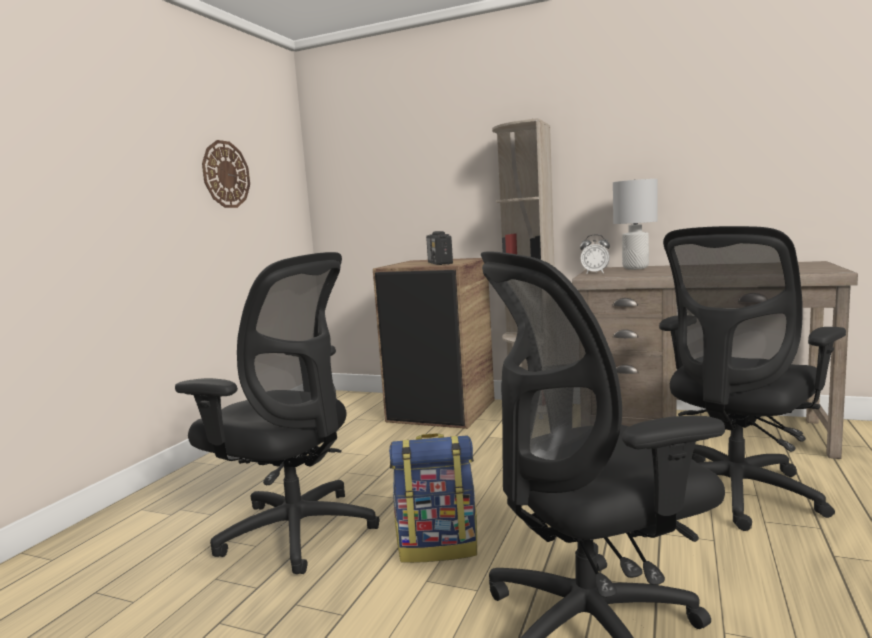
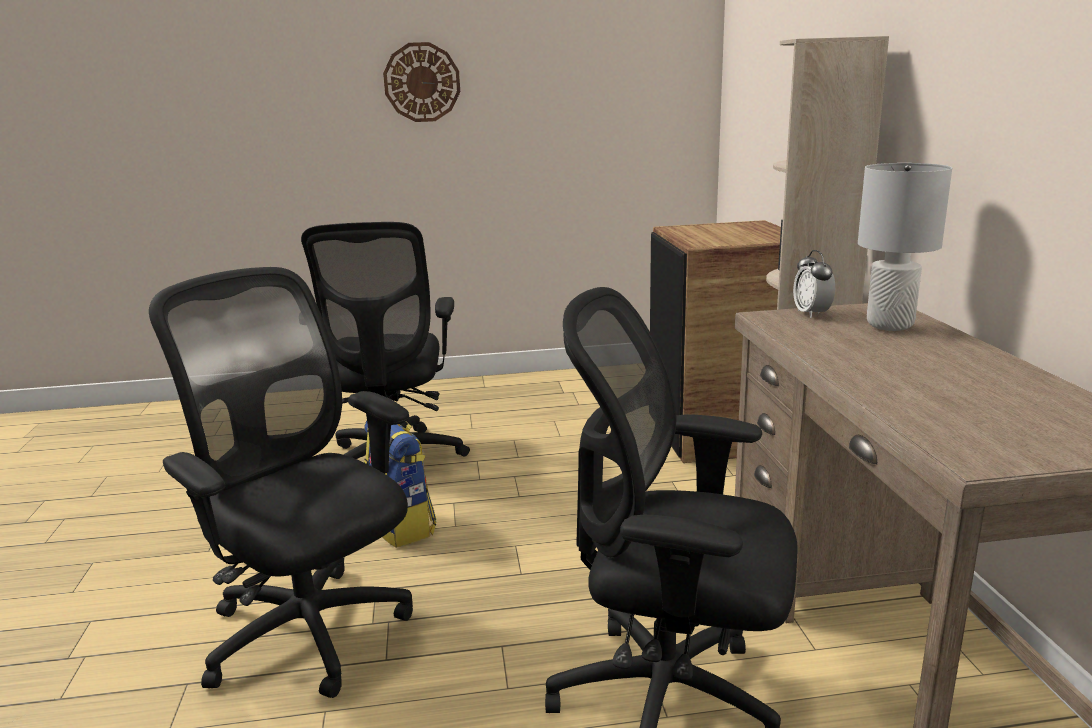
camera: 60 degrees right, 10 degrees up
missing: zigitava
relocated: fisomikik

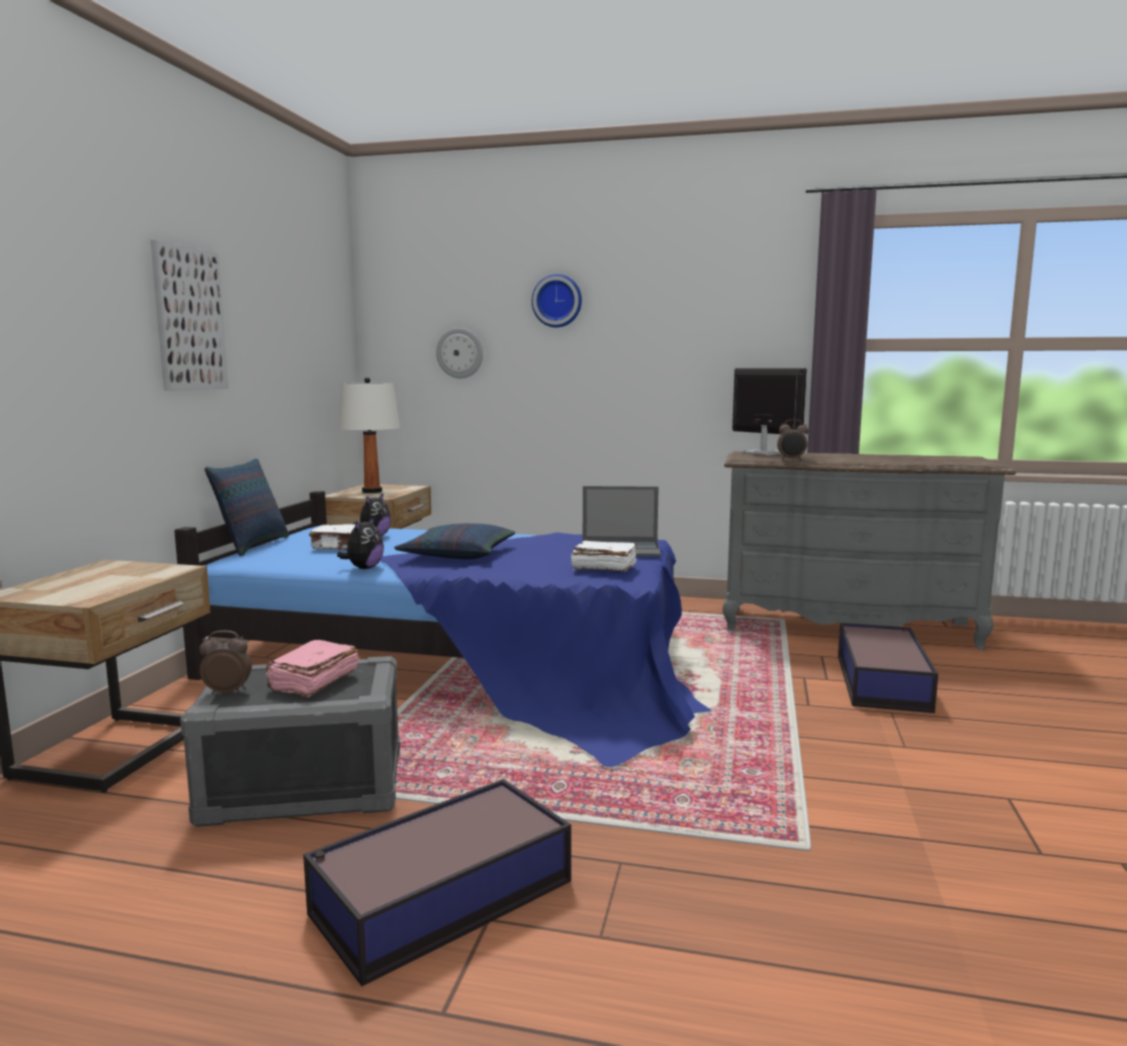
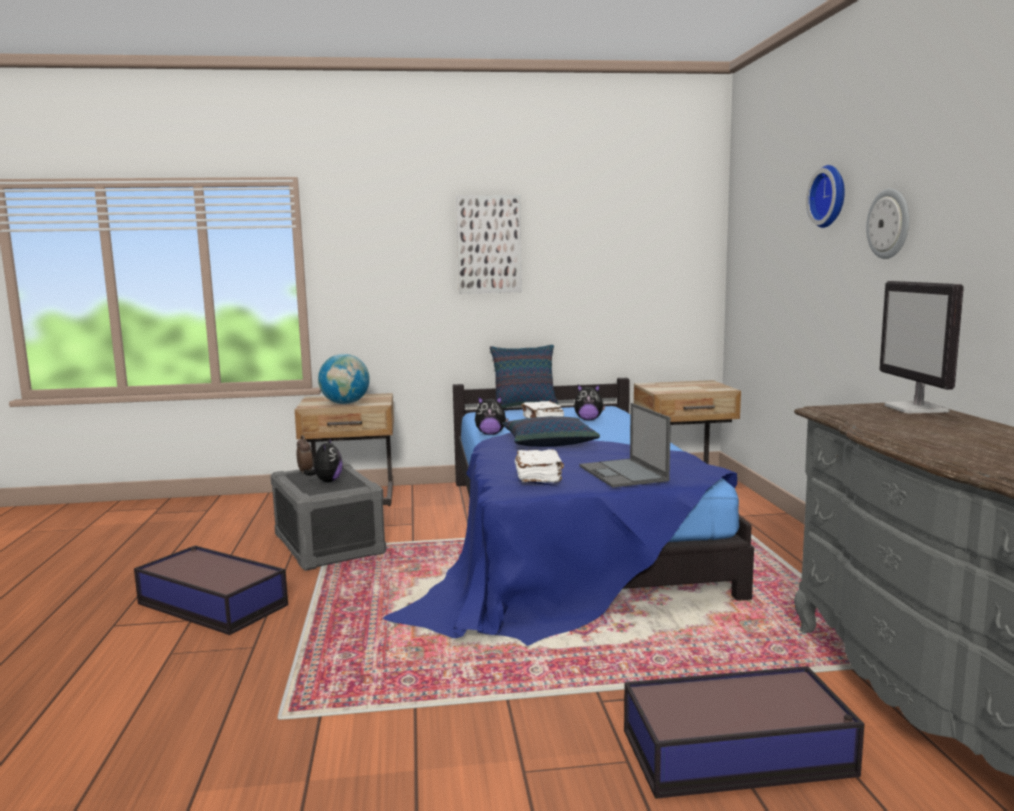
camera: 70 degrees right, 0 degrees up
missing: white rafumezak; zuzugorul (no. 2 from left)
appeared: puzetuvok
relocated: fisomikik (no. 1 from left in the first image) to fisomikik (no. 2 from left)
exchanged: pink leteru to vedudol (no. 1 from left)
spun: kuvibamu 150 degrees clockwise

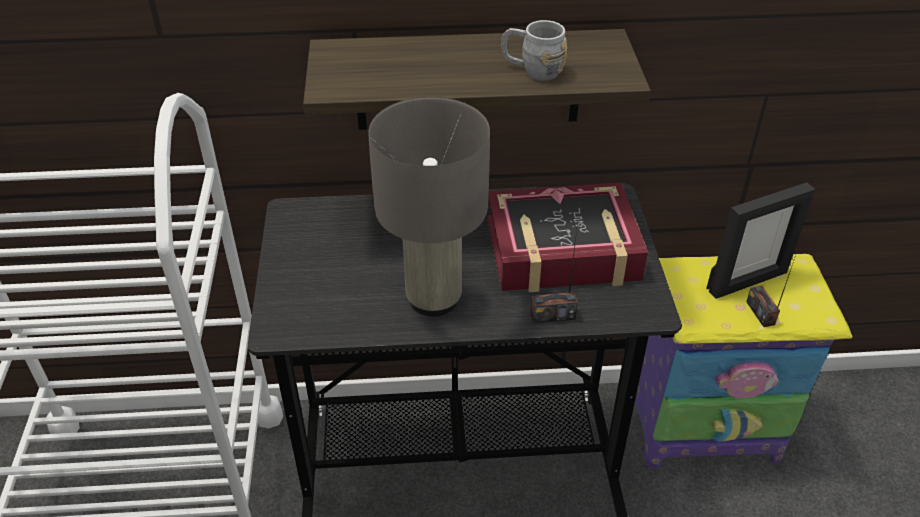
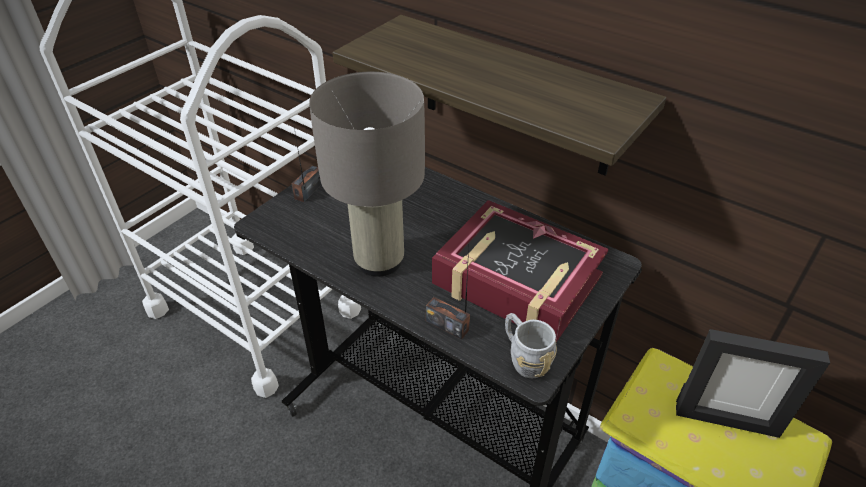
camera: 40 degrees right, 0 degrees up
relocated: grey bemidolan; zigitava (no. 2 from left in the first image) to zigitava (no. 1 from left)

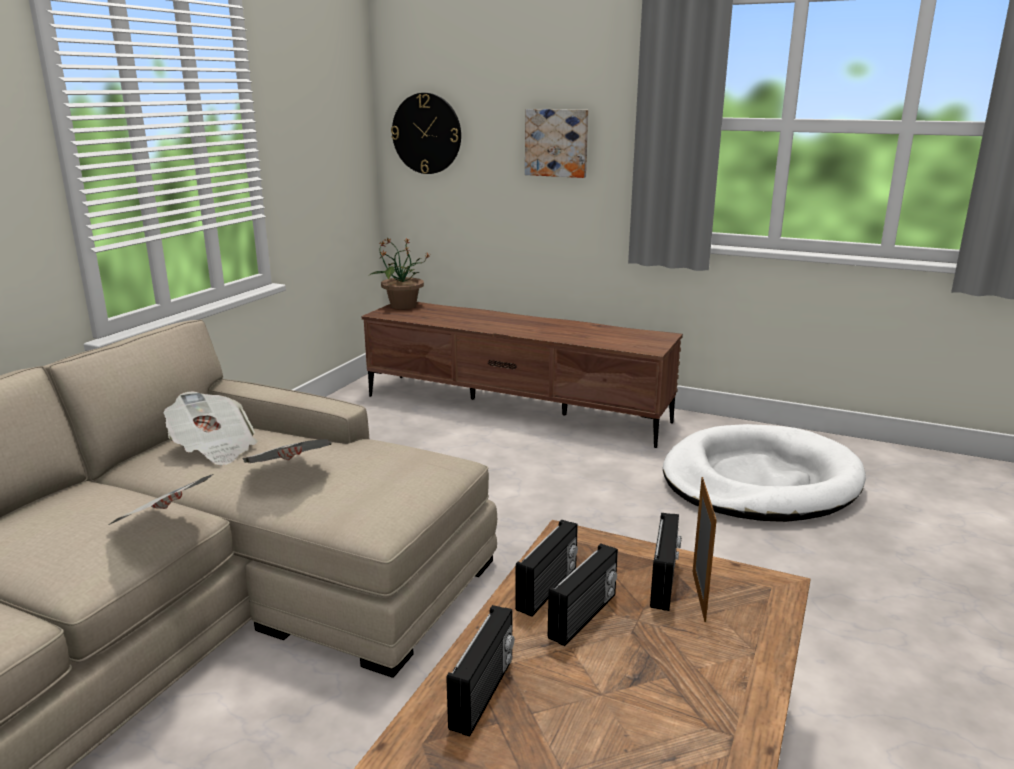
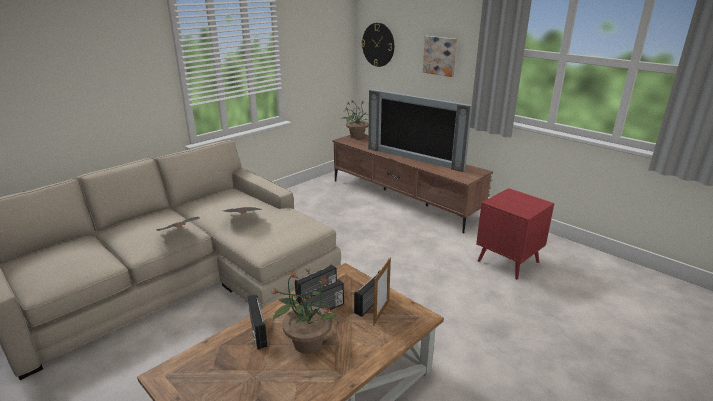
camera: 20 degrees right, 5 degrees up
missing: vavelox (no. 2 from left)
appeared: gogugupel; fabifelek (no. 1 from left)
exchanged: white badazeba to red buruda
spun: zigitava (no. 1 from left) 120 degrees clockwise

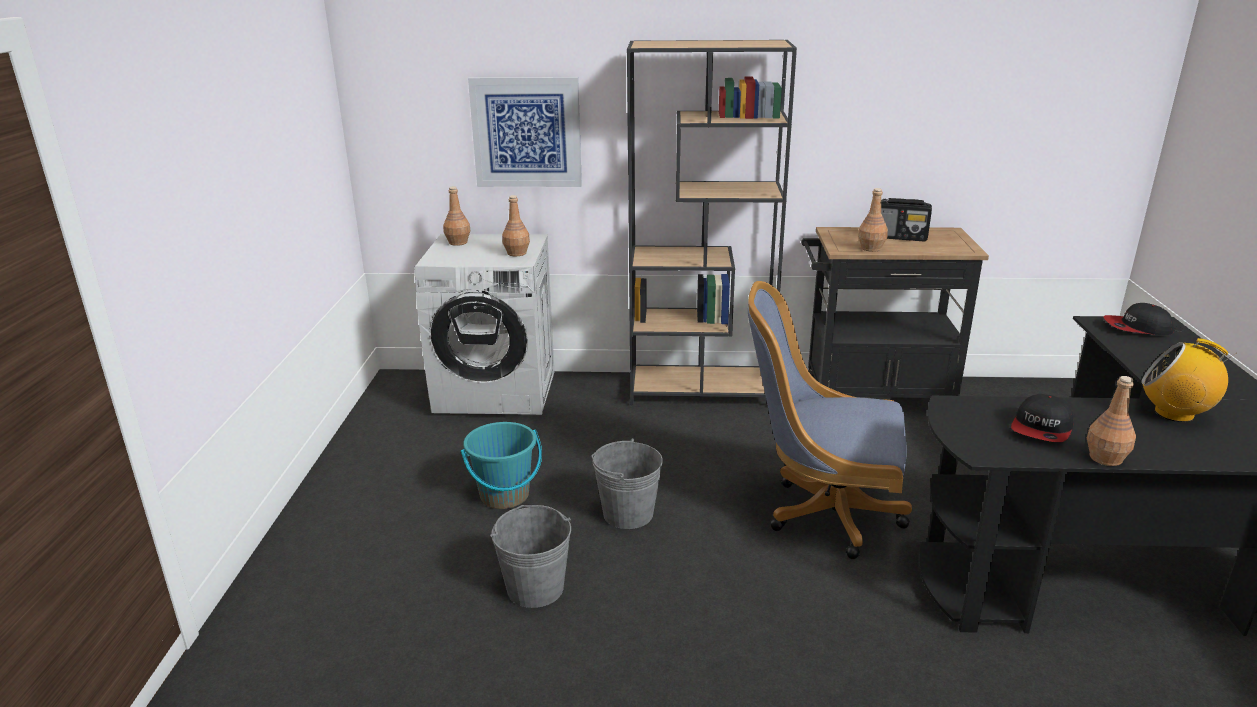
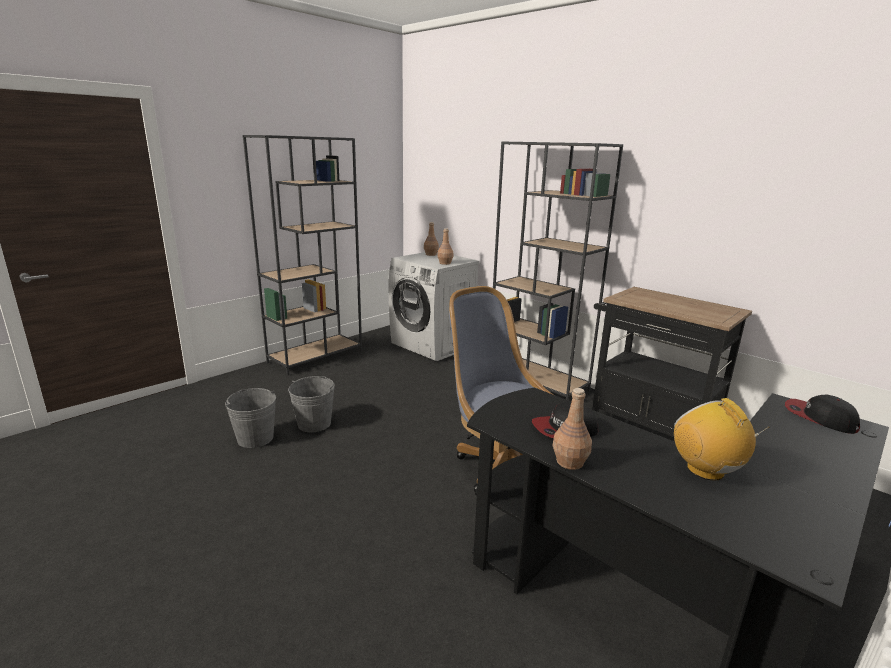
camera: 40 degrees right, 5 degrees down
missing: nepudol; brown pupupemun (no. 3 from left); zigitava (no. 1 from left); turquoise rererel
appeared: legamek (no. 1 from left)
relocated: grey rererel (no. 2 from left in the first image) to grey rererel (no. 1 from left)

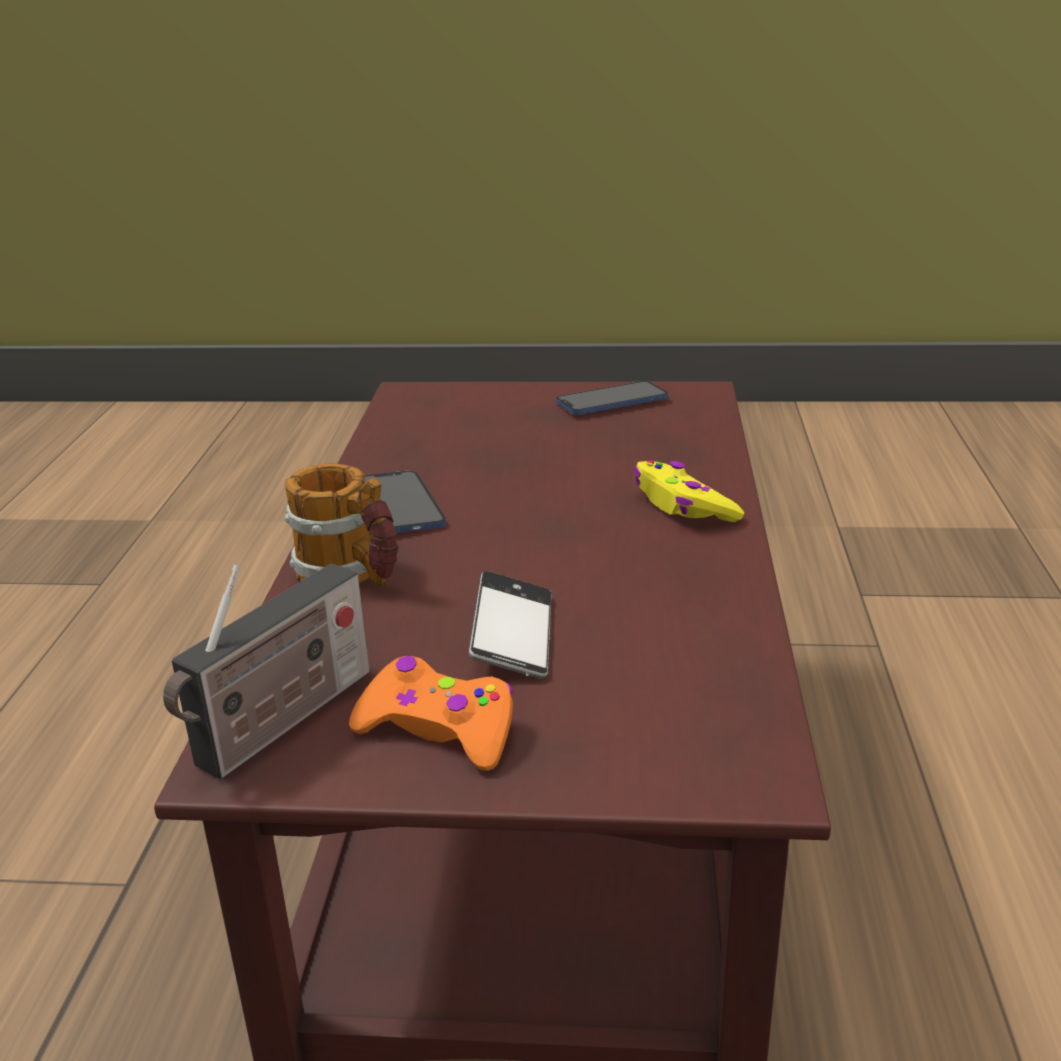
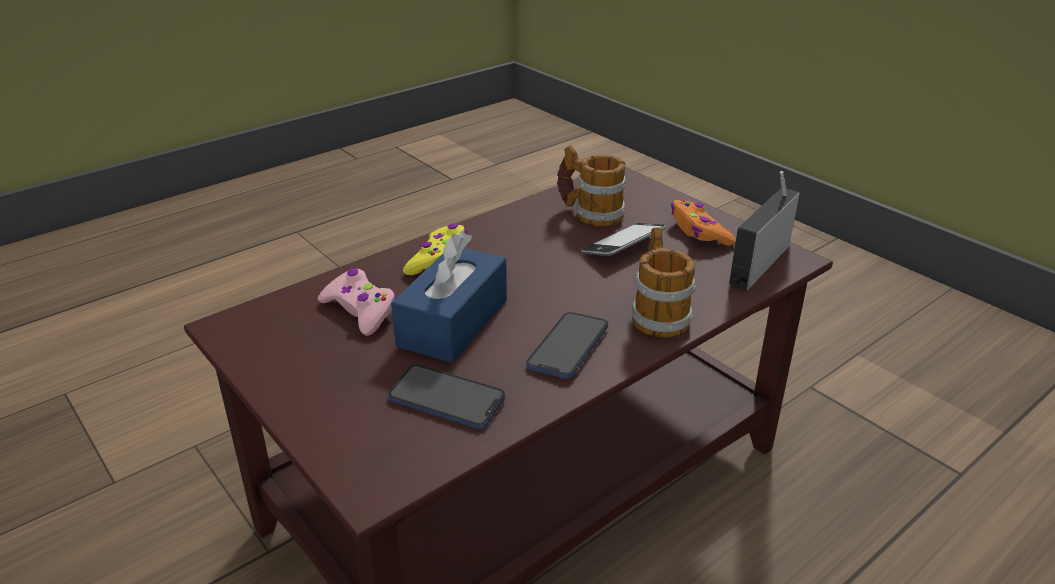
camera: 135 degrees left, 5 degrees up
appeared: bemidolan (no. 1 from left); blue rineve; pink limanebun
relocated: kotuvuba (no. 3 from left in the first image) to kotuvuba (no. 1 from left)
spun: zigitava 45 degrees counterclockwise

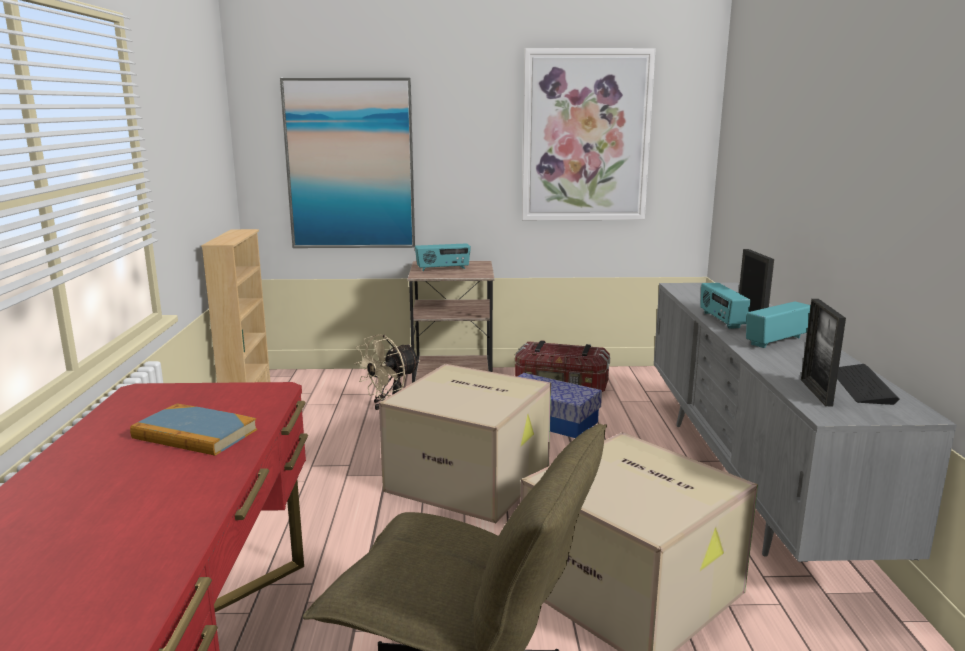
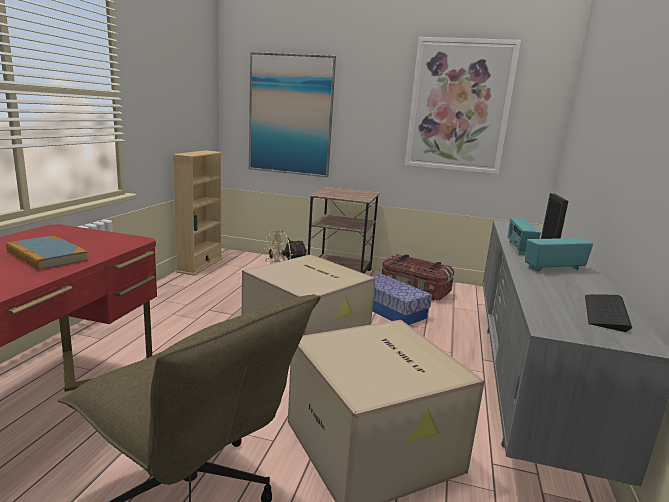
camera: 15 degrees right, 0 degrees up
missing: zigitava (no. 1 from left); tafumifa (no. 2 from left)

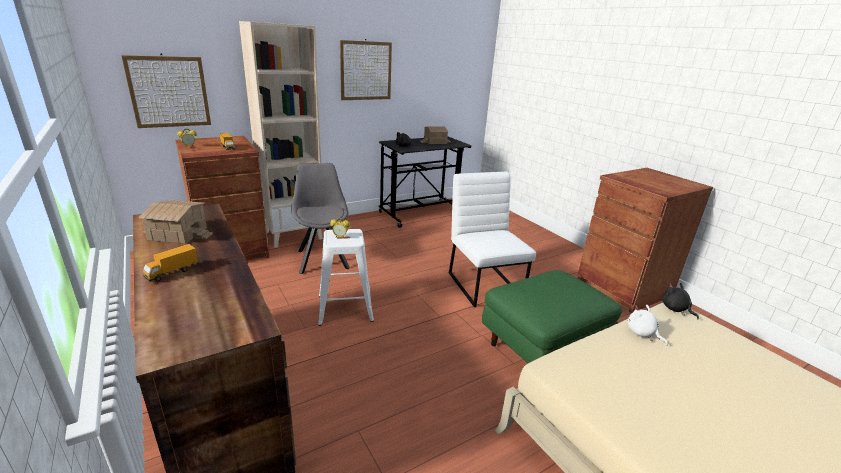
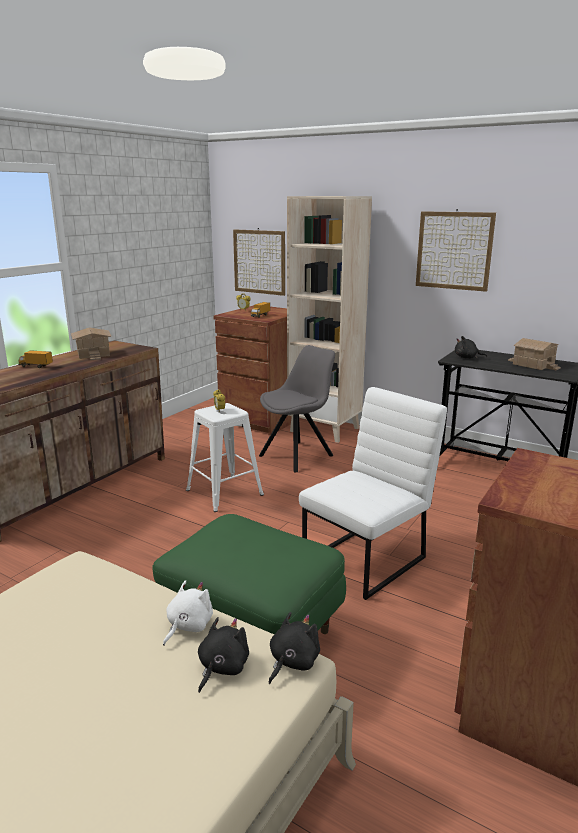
camera: 65 degrees right, 5 degrees down
appeared: black vedudol (no. 1 from left)

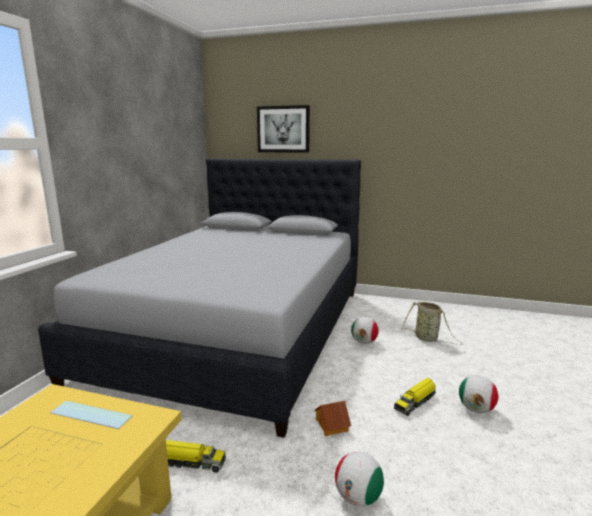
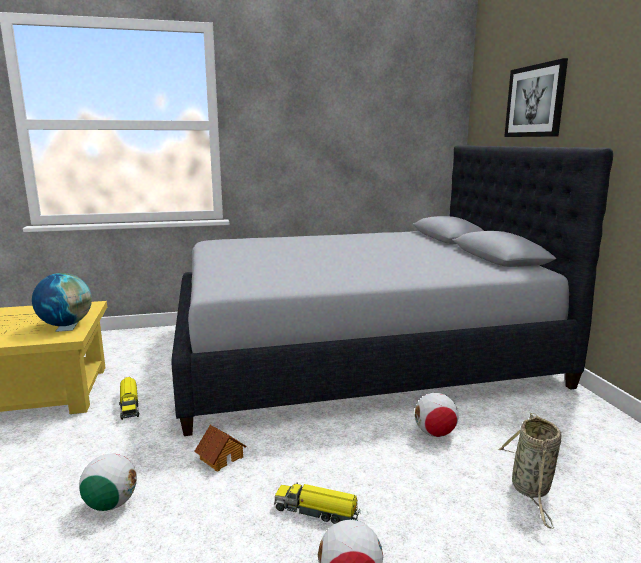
camera: 60 degrees right, 0 degrees up
appeared: puzetuvok

